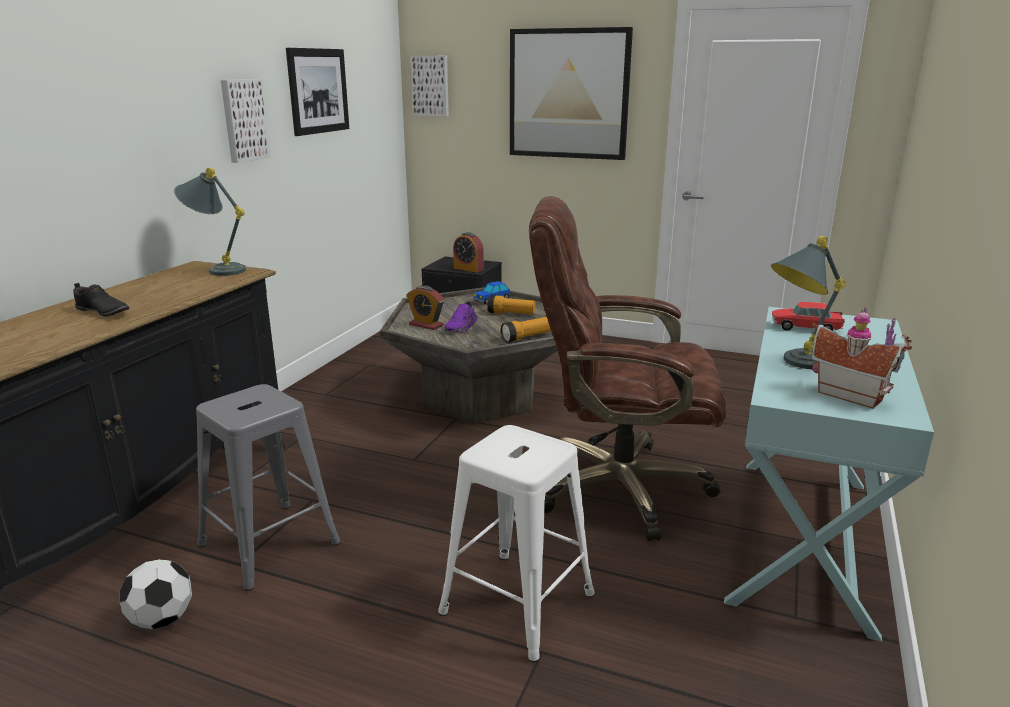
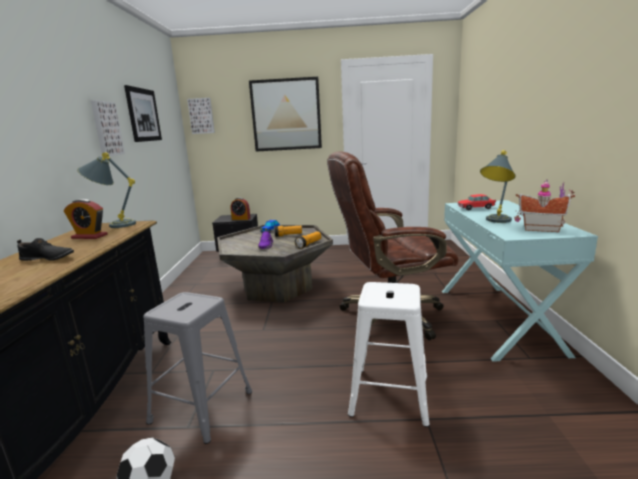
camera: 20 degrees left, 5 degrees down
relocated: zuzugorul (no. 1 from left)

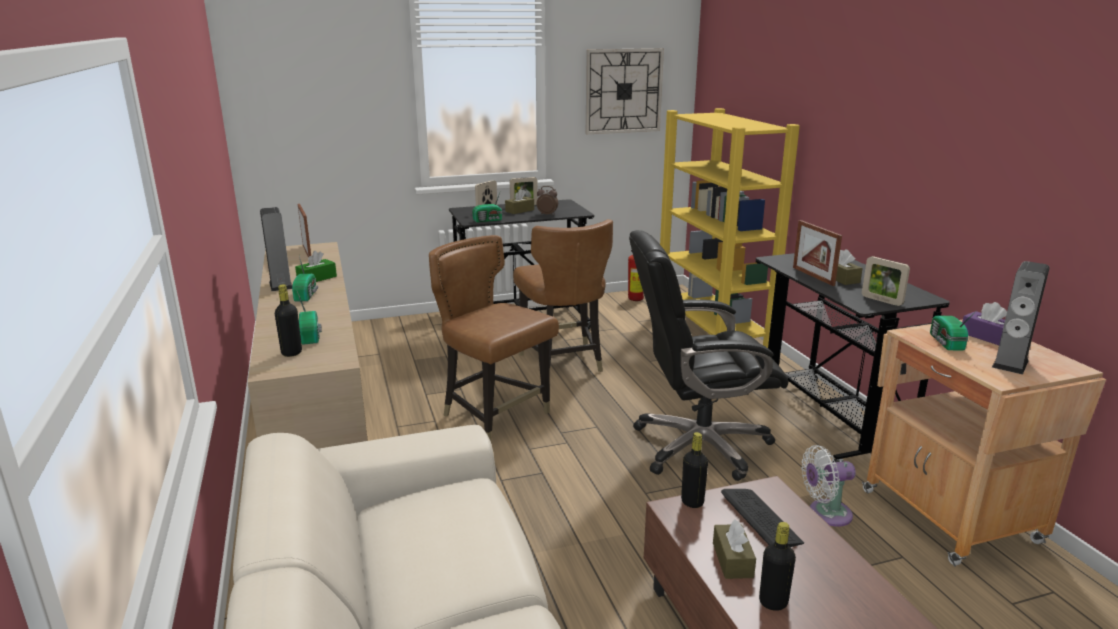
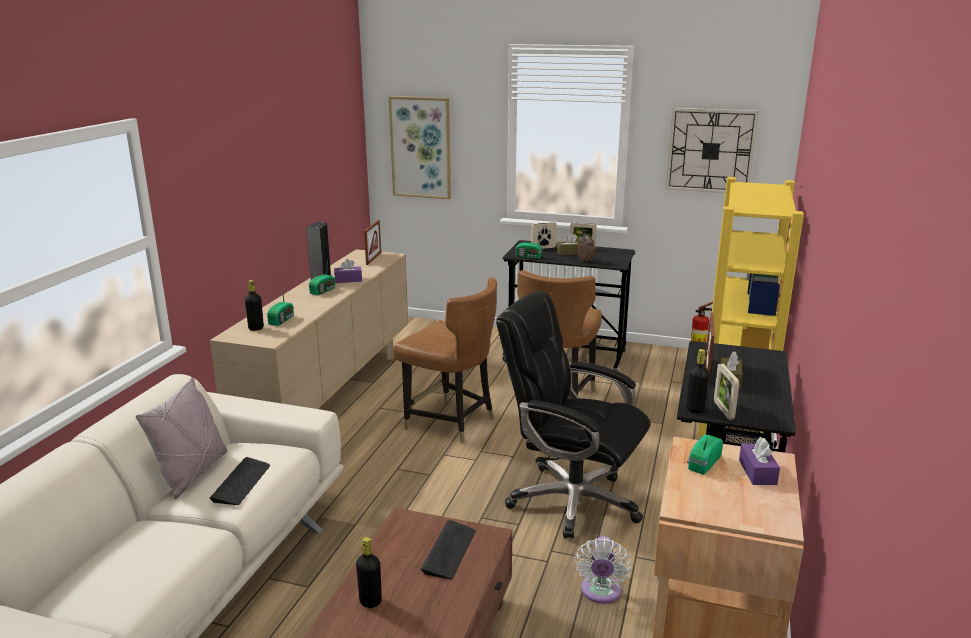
camera: 35 degrees right, 0 degrees up
missing: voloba (no. 2 from left); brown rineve (no. 2 from left)
appeared: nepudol; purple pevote; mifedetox (no. 1 from left)
relocated: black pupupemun (no. 2 from left in the first image) to black pupupemun (no. 3 from left)
colour: green rineve to purple rineve (no. 1 from left)
spun: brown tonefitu (no. 1 from left) 135 degrees clockwise; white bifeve 105 degrees counterclockwise

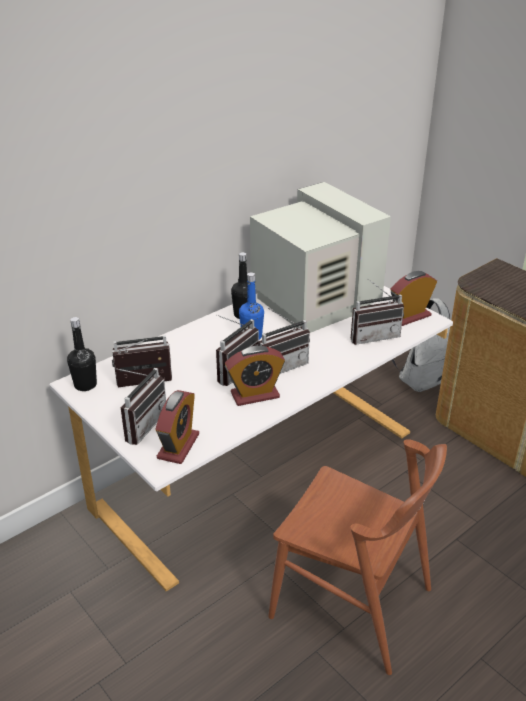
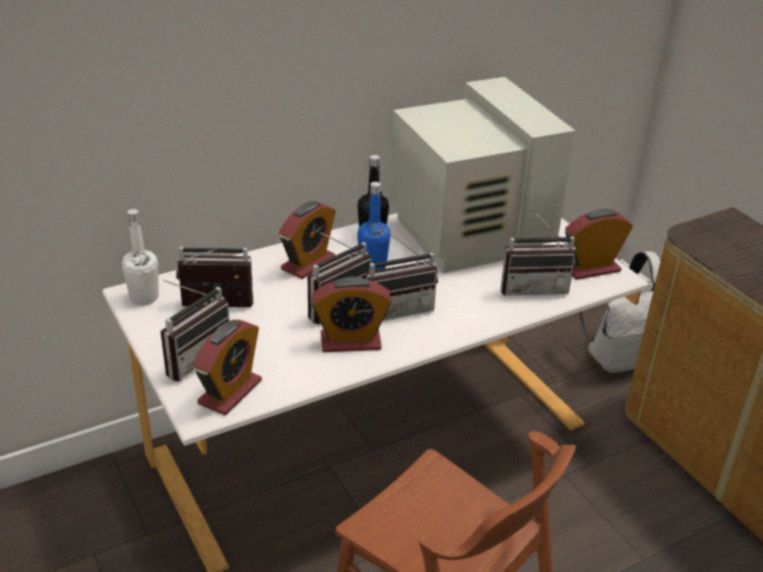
camera: 10 degrees right, 0 degrees up
appeared: zuzugorul (no. 2 from left)
colour: black pupupemun (no. 1 from left) to white pupupemun

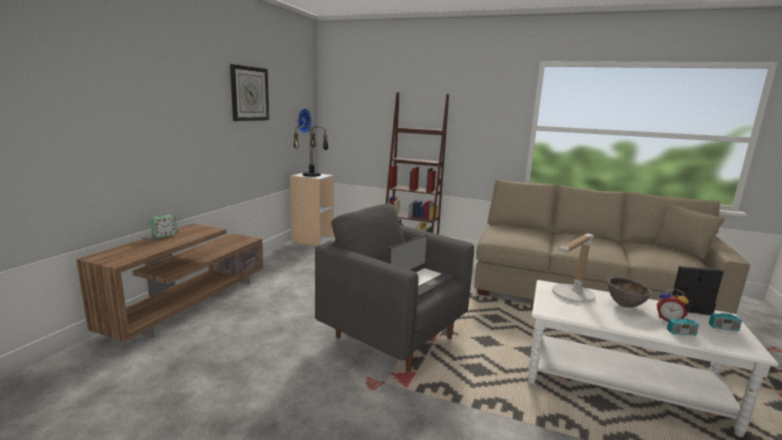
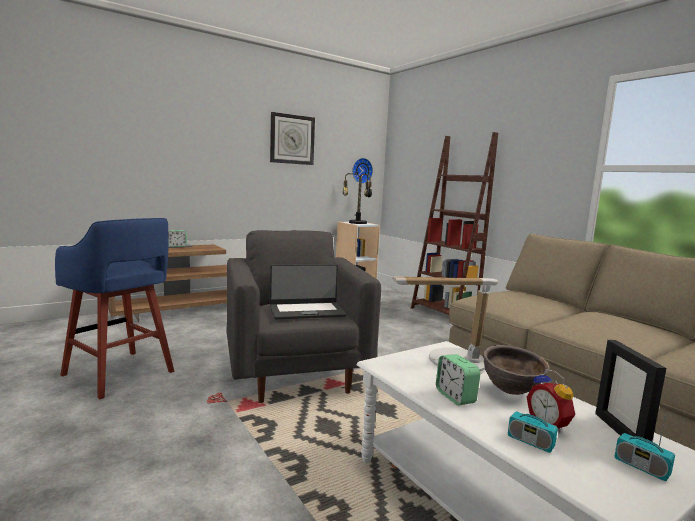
camera: 35 degrees right, 5 degrees down
appeared: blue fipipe; zuzugorul (no. 2 from left)
spun: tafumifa 135 degrees counterclockwise

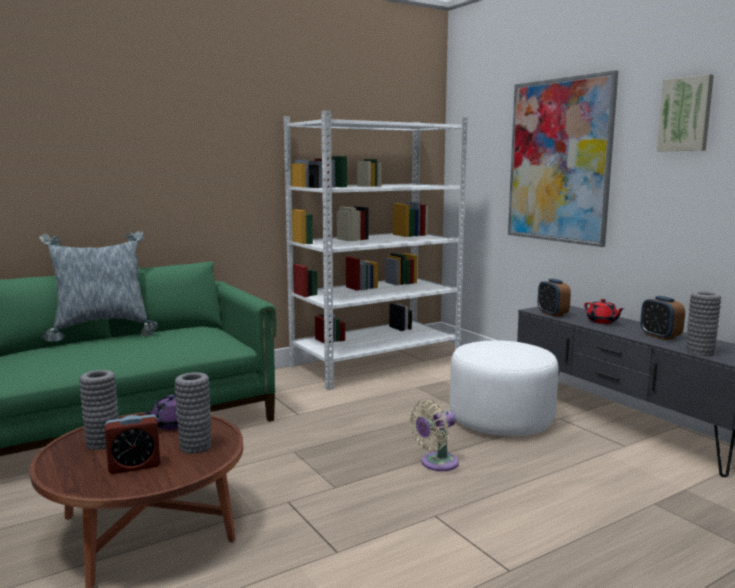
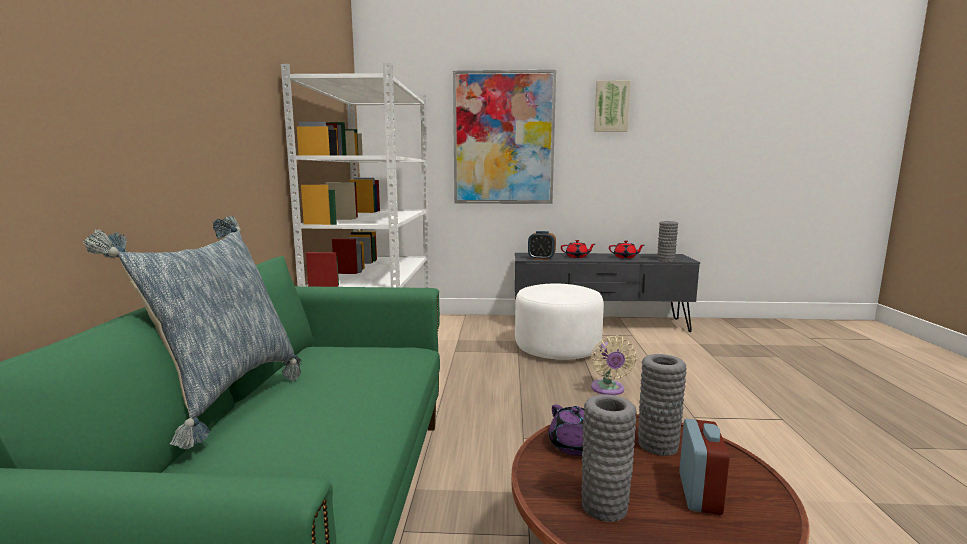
camera: 55 degrees left, 0 degrees up
exchanged: zuzugorul (no. 3 from left) to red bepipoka (no. 2 from left)

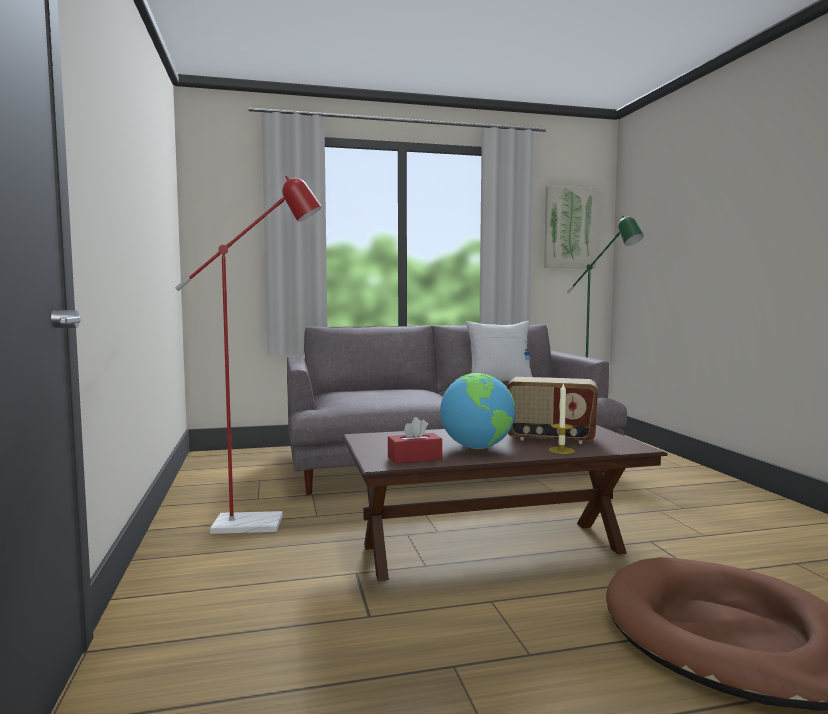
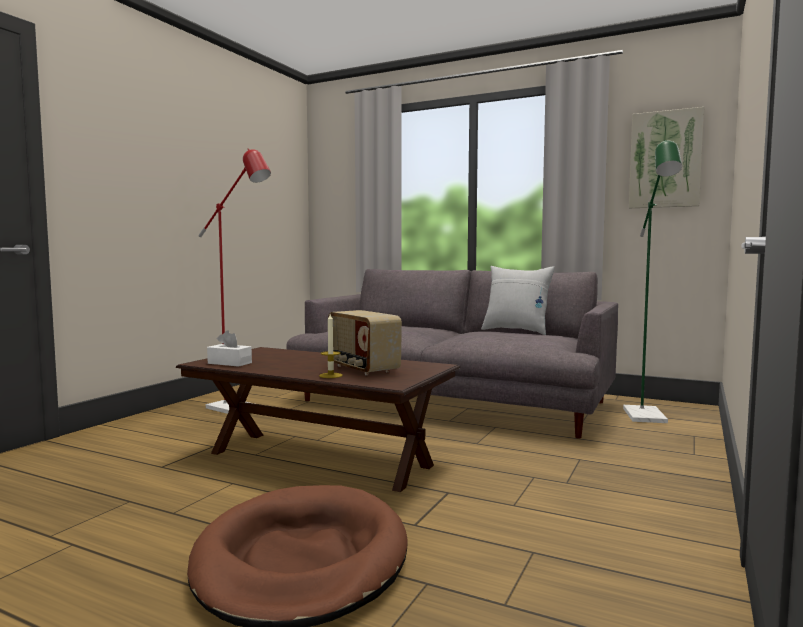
camera: 40 degrees right, 0 degrees up
missing: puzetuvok
colour: red rineve to white rineve

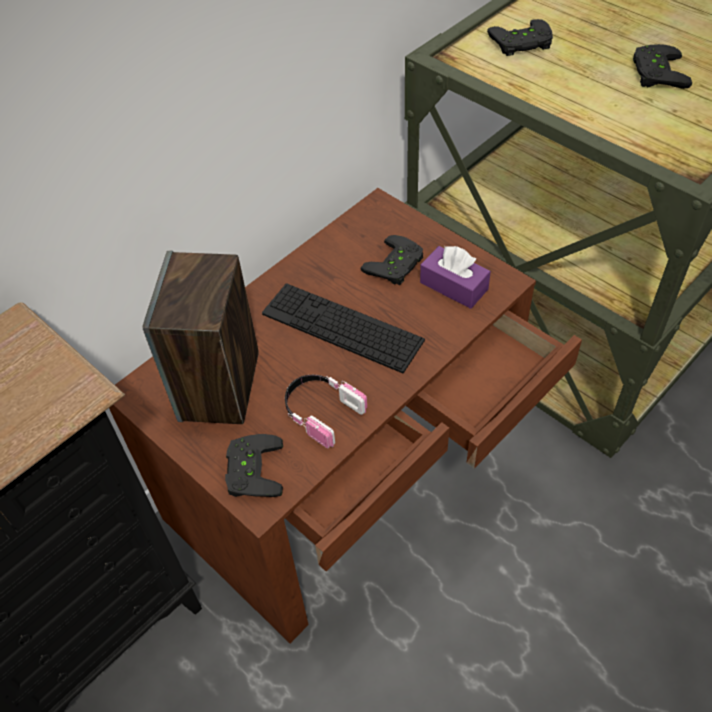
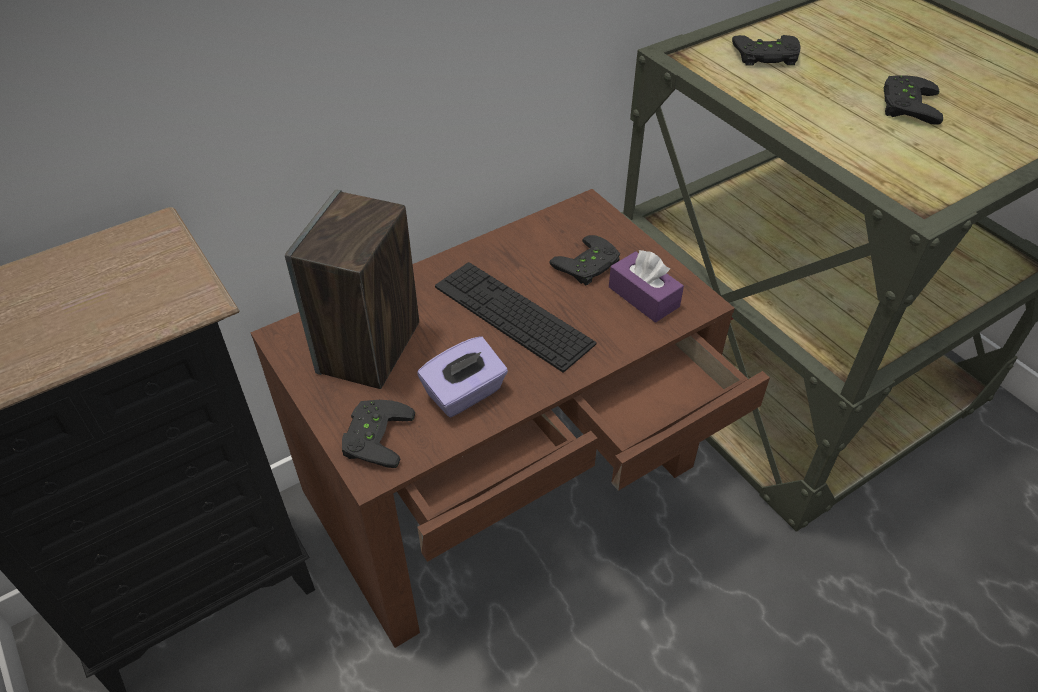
camera: 10 degrees right, 5 degrees down
exchanged: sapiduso to purple rineve (no. 1 from left)

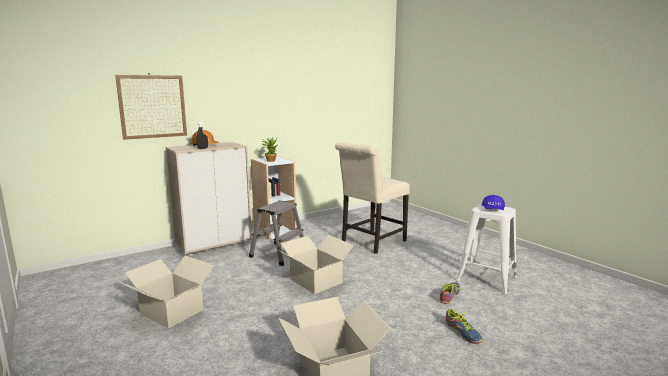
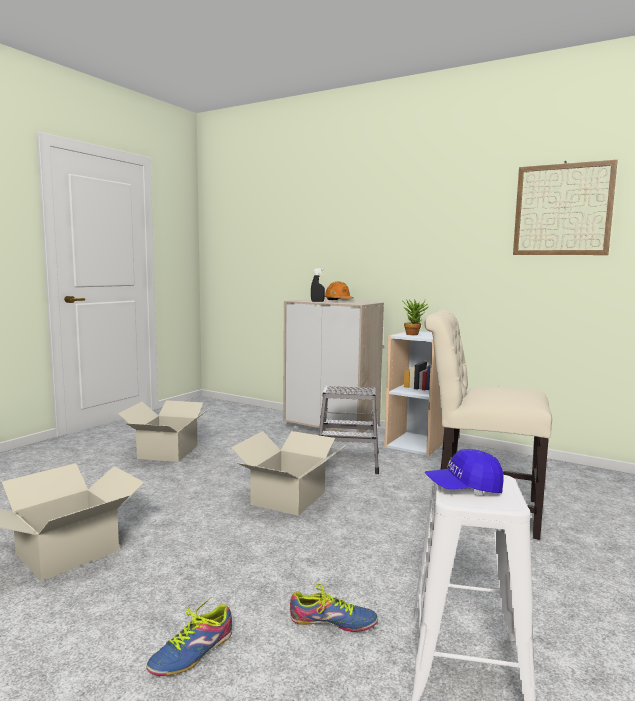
camera: 65 degrees right, 5 degrees down
relocated: nepudol

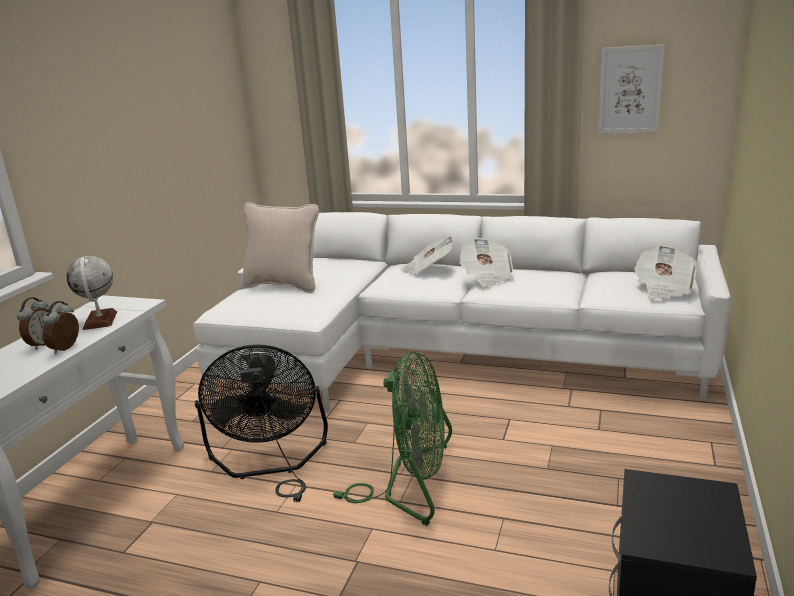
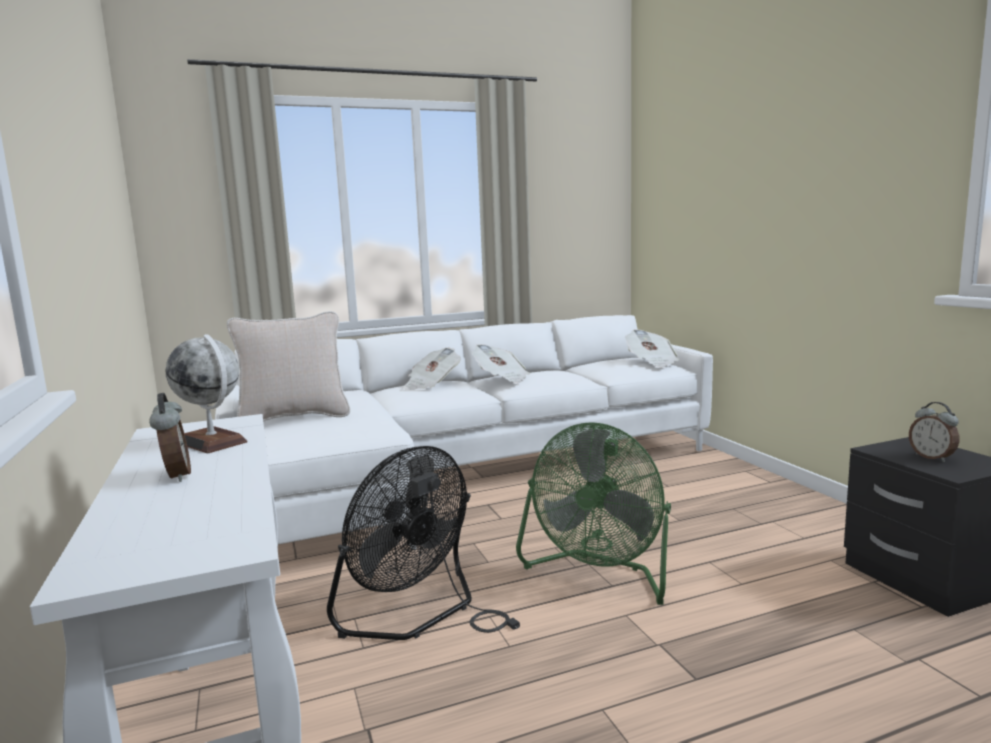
camera: 40 degrees left, 10 degrees down
missing: nepudol
relocated: zuzugorul (no. 2 from left)
spun: green bifeve 150 degrees clockwise

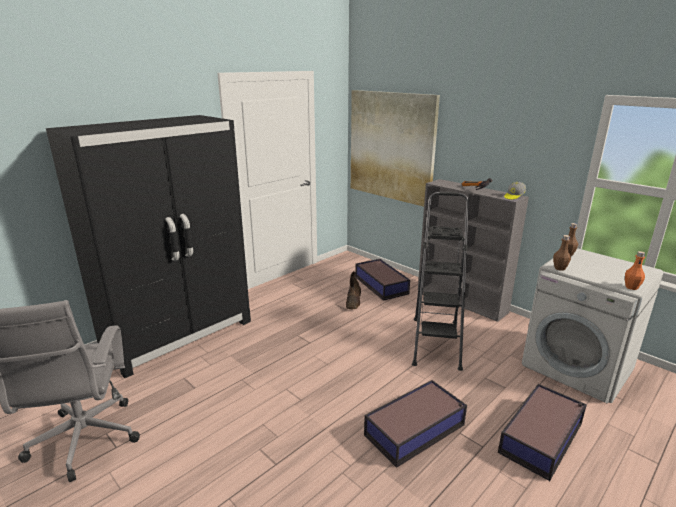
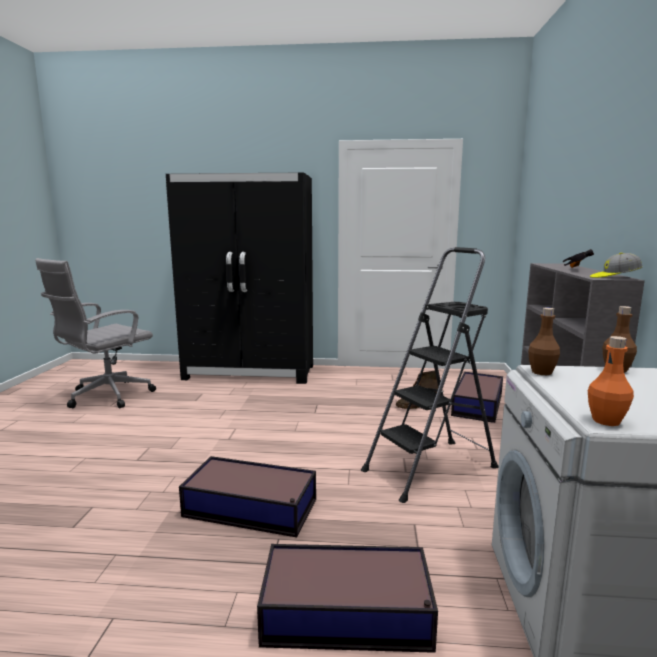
camera: 50 degrees right, 10 degrees down
missing: nepudol

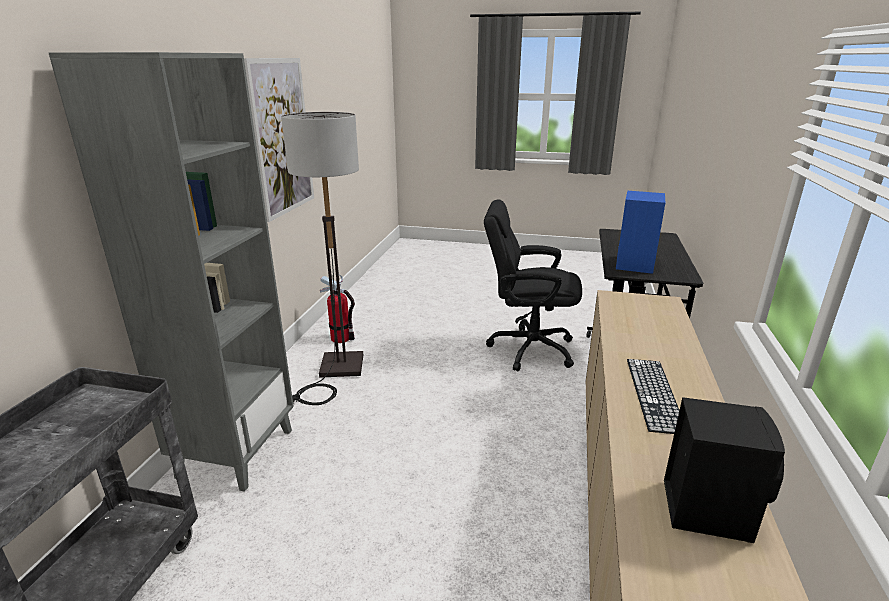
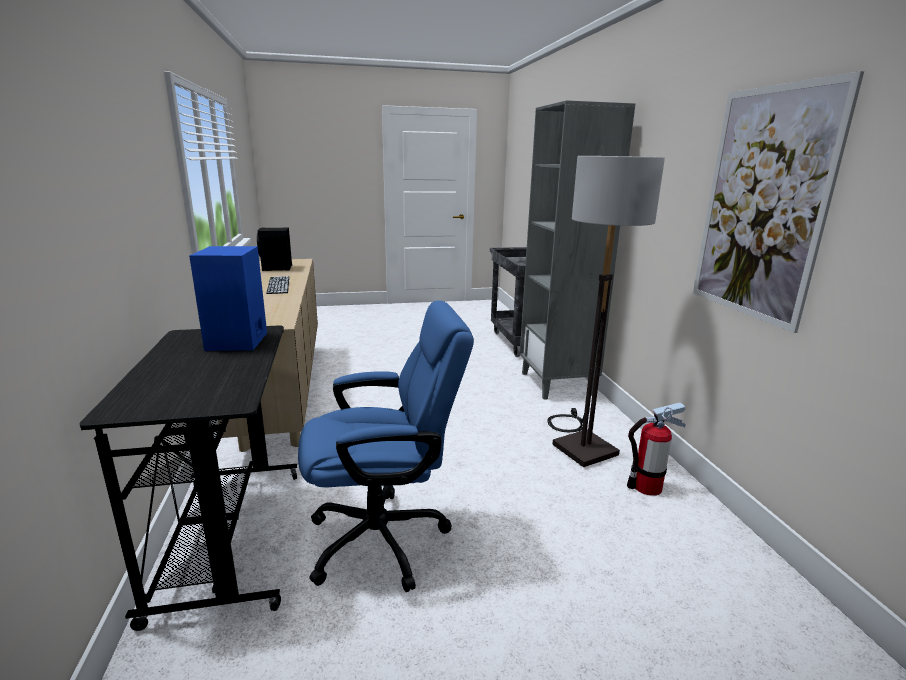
camera: 155 degrees right, 5 degrees down
colour: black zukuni to blue zukuni

